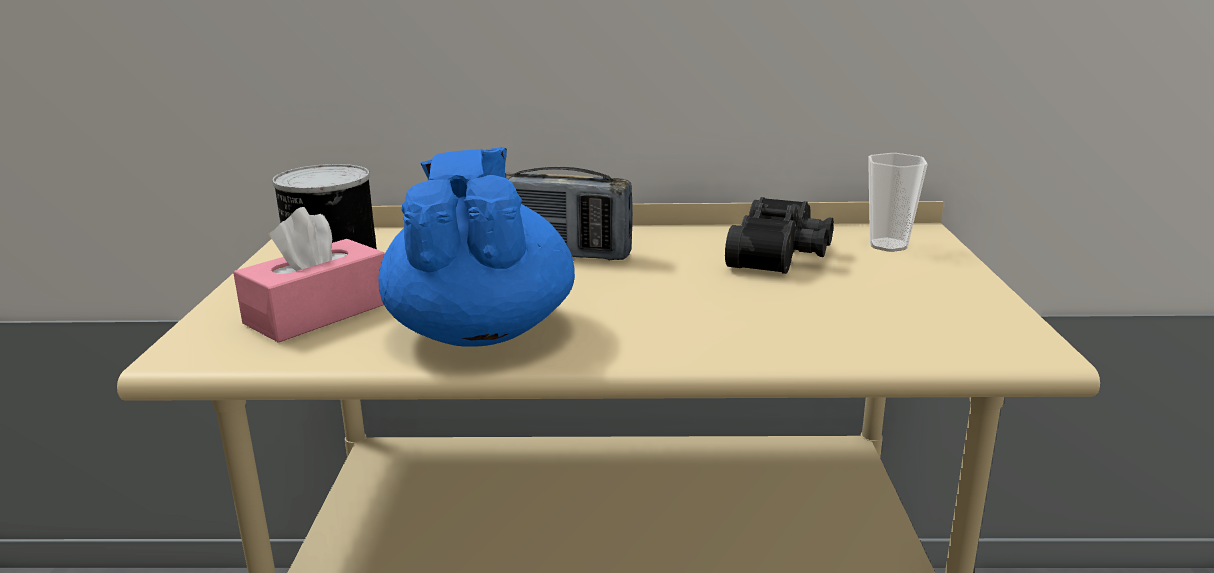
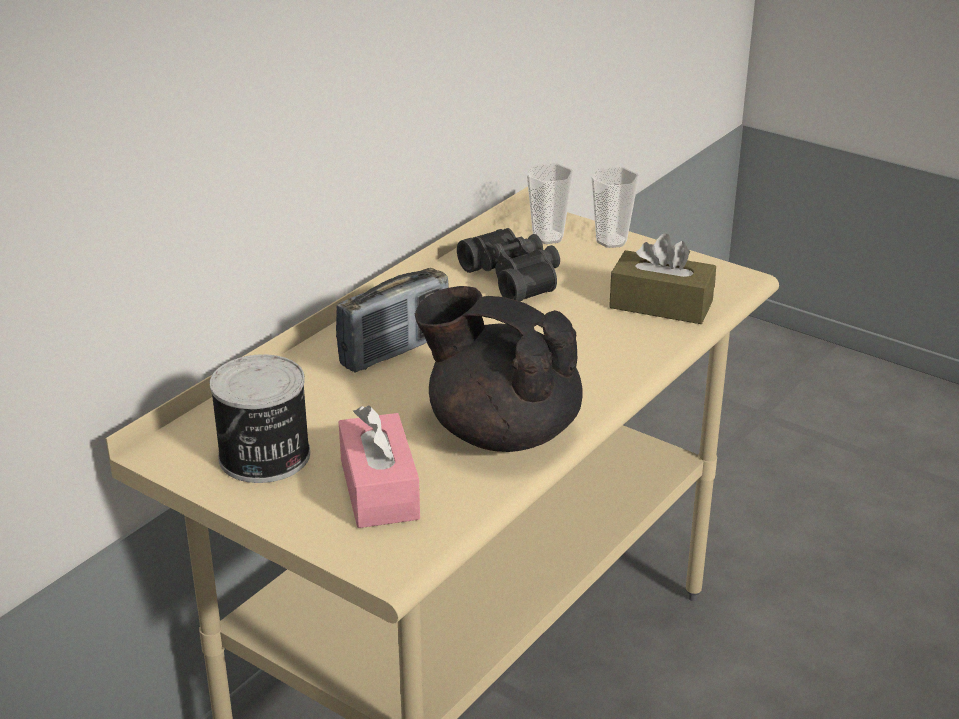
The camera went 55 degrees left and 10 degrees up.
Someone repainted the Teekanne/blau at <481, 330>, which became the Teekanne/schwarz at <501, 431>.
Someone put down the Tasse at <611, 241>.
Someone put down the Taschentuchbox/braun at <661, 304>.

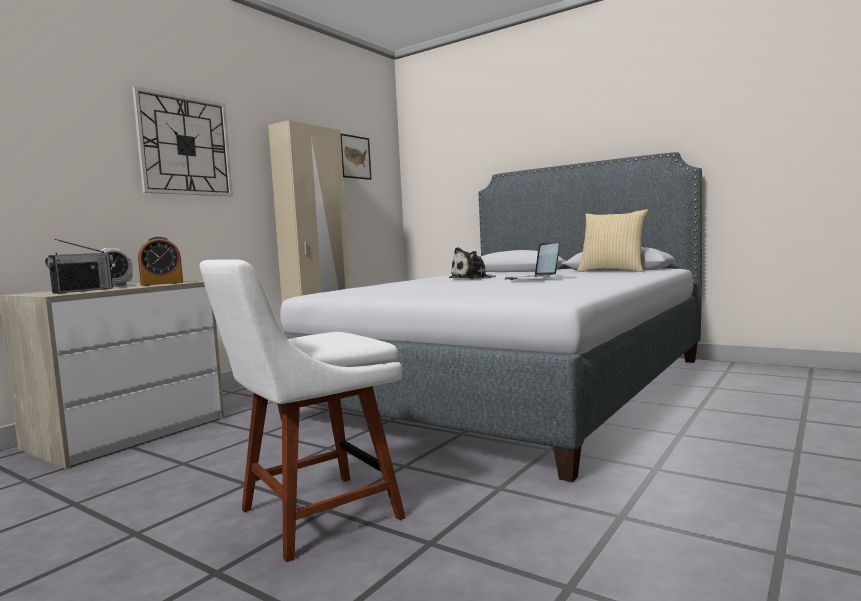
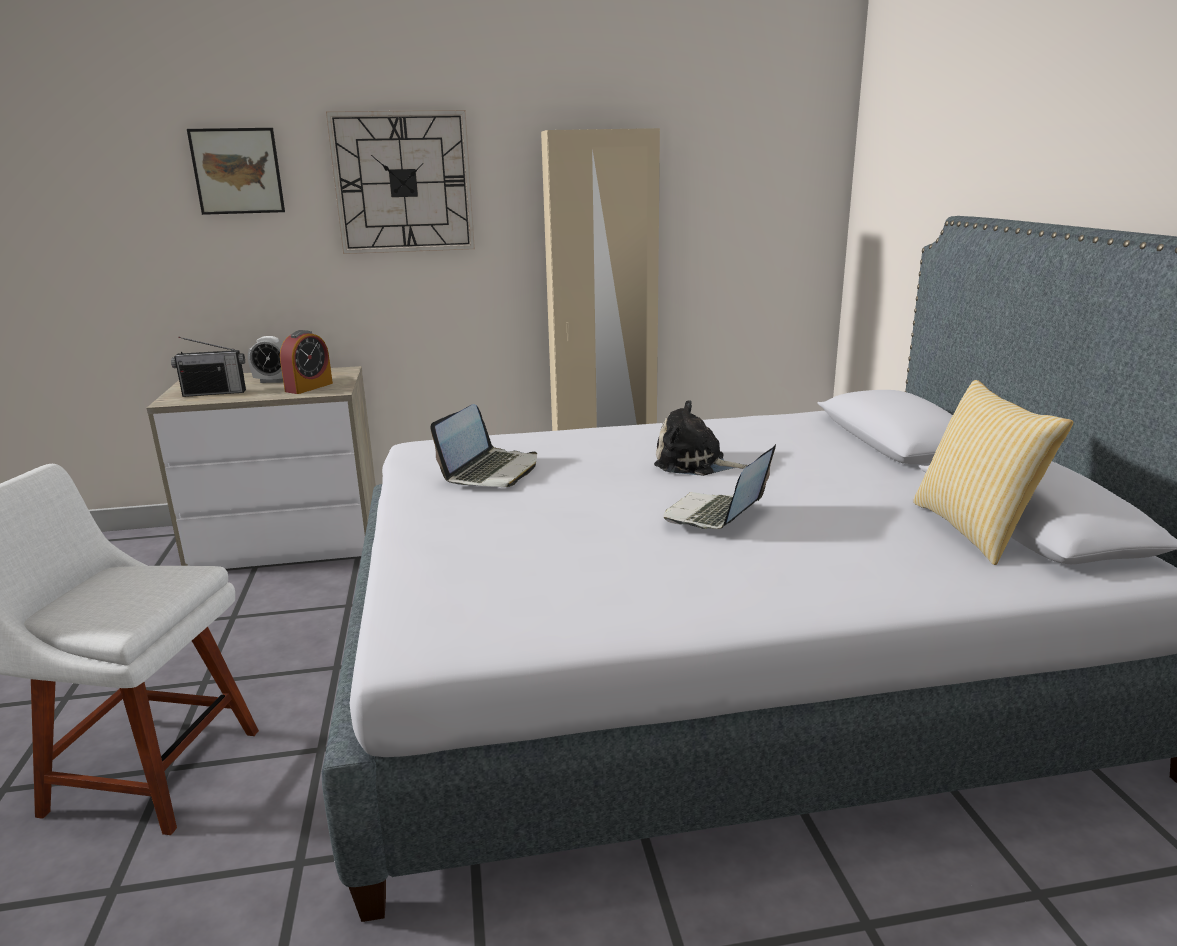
The camera went 45 degrees right and 15 degrees up.
Someone carried the Bild from <355, 157> to <237, 171>.
Someone rotated the Wecker at <162, 283> by 75 degrees counterclockwise.
Someone put down the Laptop at <491, 471>.

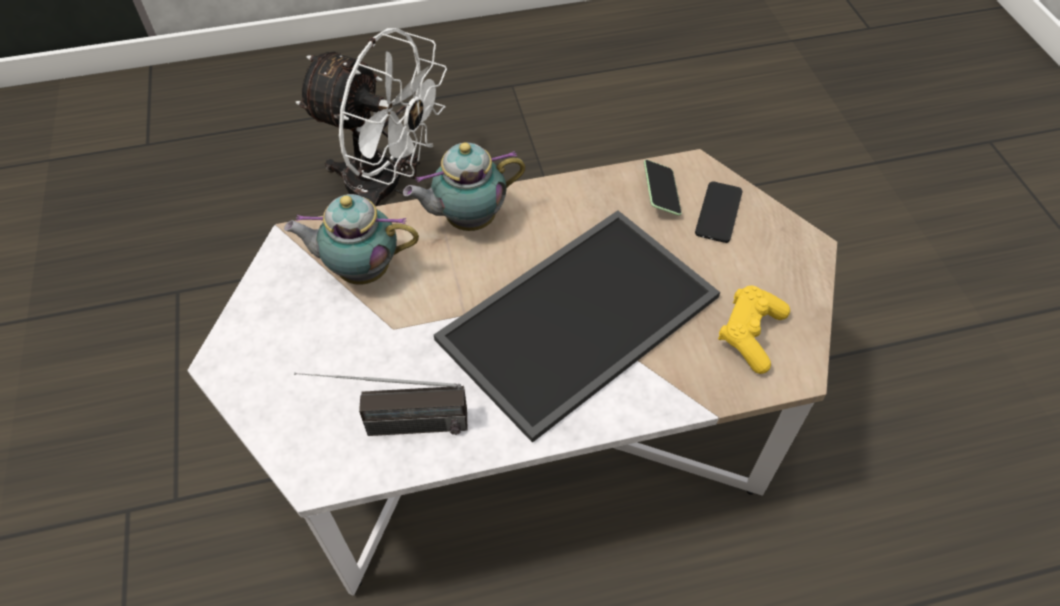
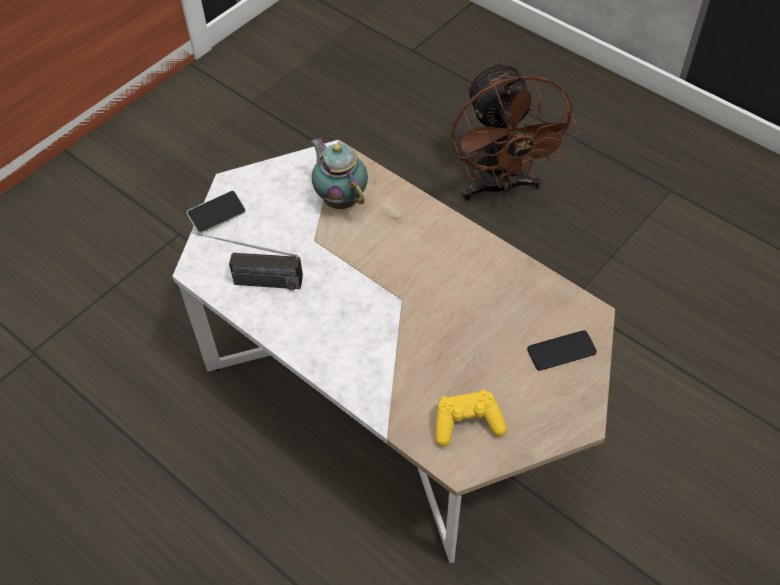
The camera went 55 degrees right and 0 degrees up.
Someone repainted the Ventilator/weiß at <387, 188>, which became the Ventilator/braun at <500, 187>.
Someone took away the Teekanne at <467, 220>.
Someone carried the Handy from <660, 194> to <217, 217>.
Someone took away the Tablett at <579, 322>.
Someone rotated the Radio at <390, 426> by 45 degrees counterclockwise.

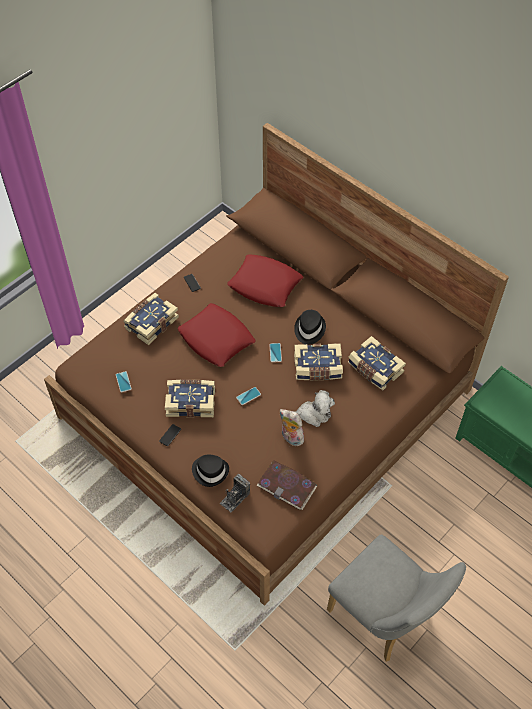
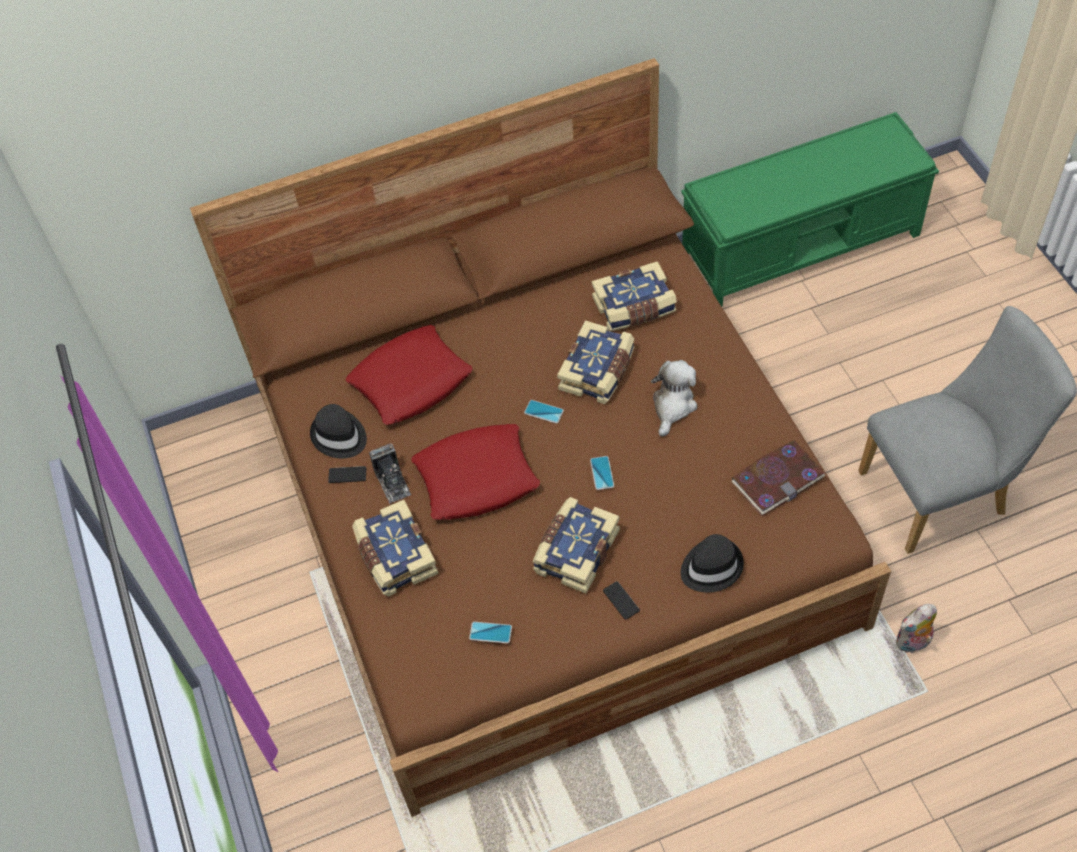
The camera went 60 degrees left and 0 degrees up.
Someone carried the Hut/schwarz from <309, 329> to <339, 436>.
Someone carried the Plüschtier from <290, 438> to <913, 643>.
Someone carried the Kamera from <235, 498> to <392, 482>.

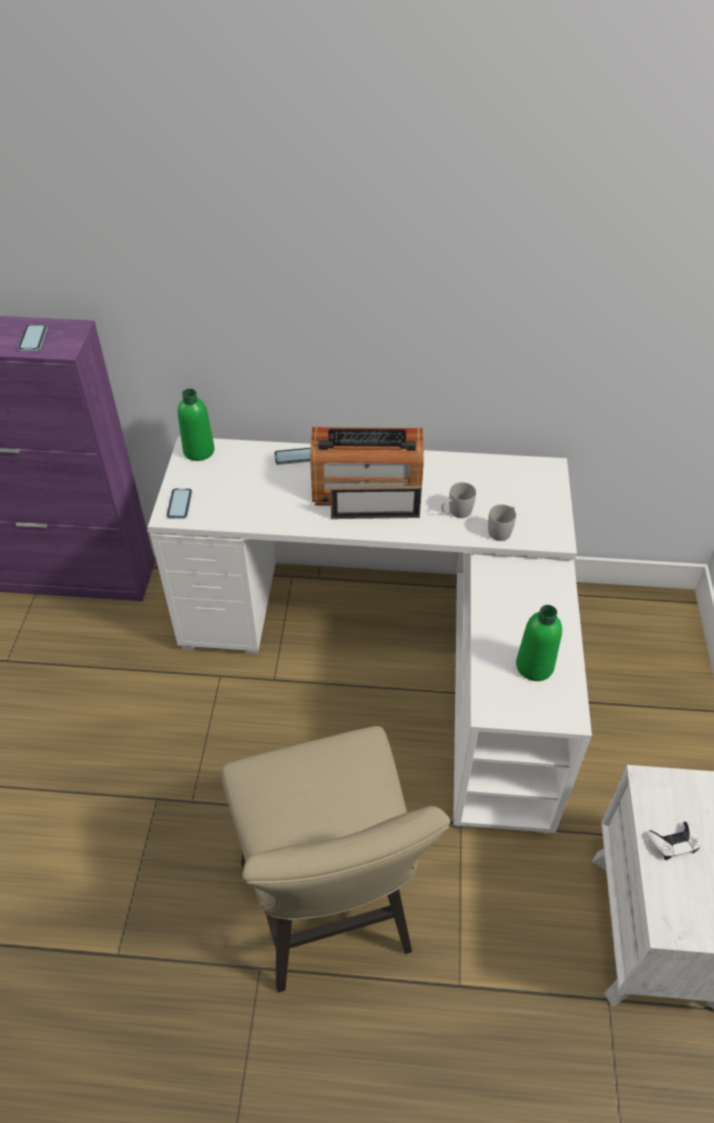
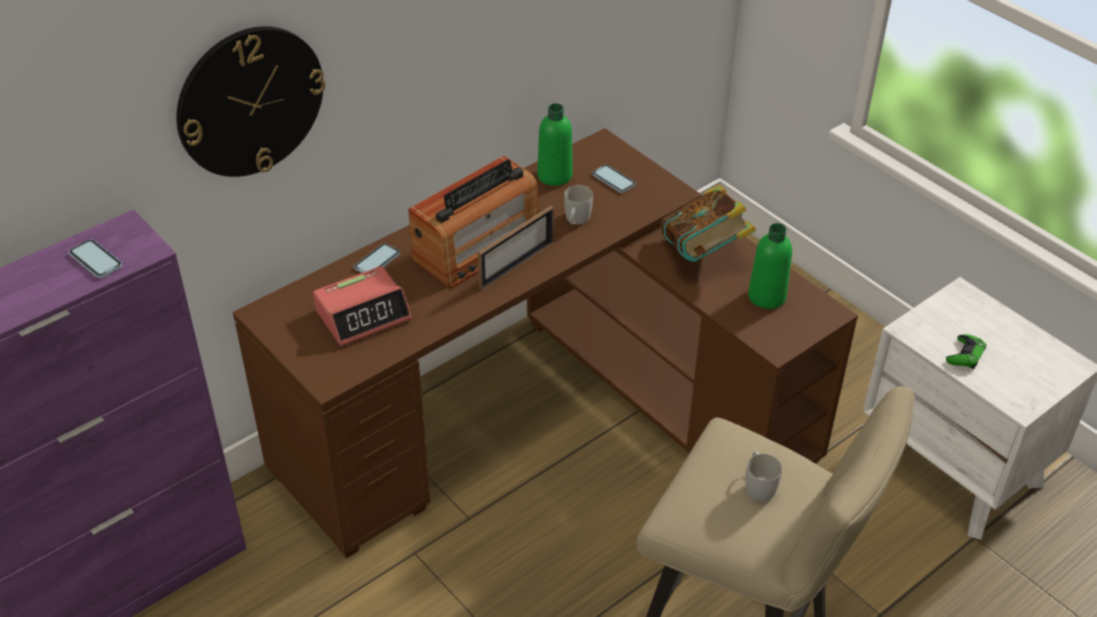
The camera went 45 degrees left and 5 degrees down.
Someone carried the Flasche/grün from <199, 451> to <554, 175>.
Someone repainted the Schreibtisch/weiß at <398, 649>, which became the Schreibtisch/braun at <546, 414>.
Someone carried the Handy from <179, 504> to <613, 180>.
Someone carried the Henkelbecher/weiß from <502, 530> to <758, 485>.
Someone repainted the Gamepad/weiß at <673, 842>, which became the Gamepad/grün at <965, 355>.
Someone put up the Wanduhr at <250, 101>.
Someone put down the Buch at <704, 253>.
Someone put down the Wecker at <363, 314>.

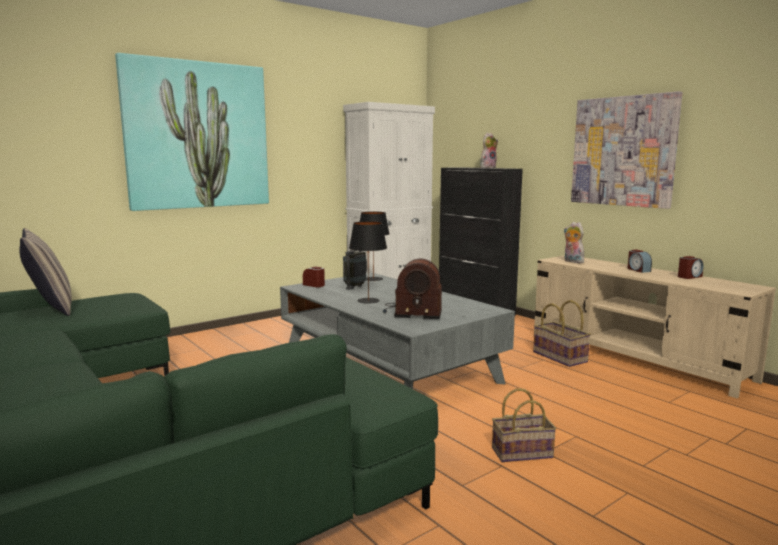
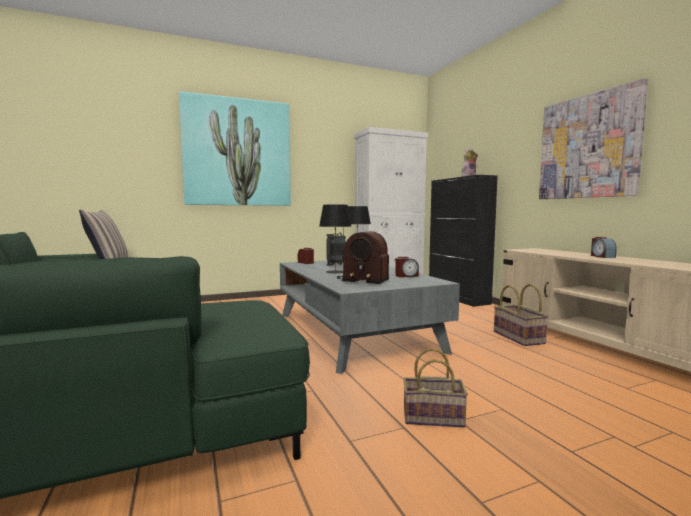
The camera went 15 degrees right and 5 degrees down.
Someone took away the Plüschtier at <572, 261>.
Someone carried the Wecker from <689, 277> to <406, 276>.

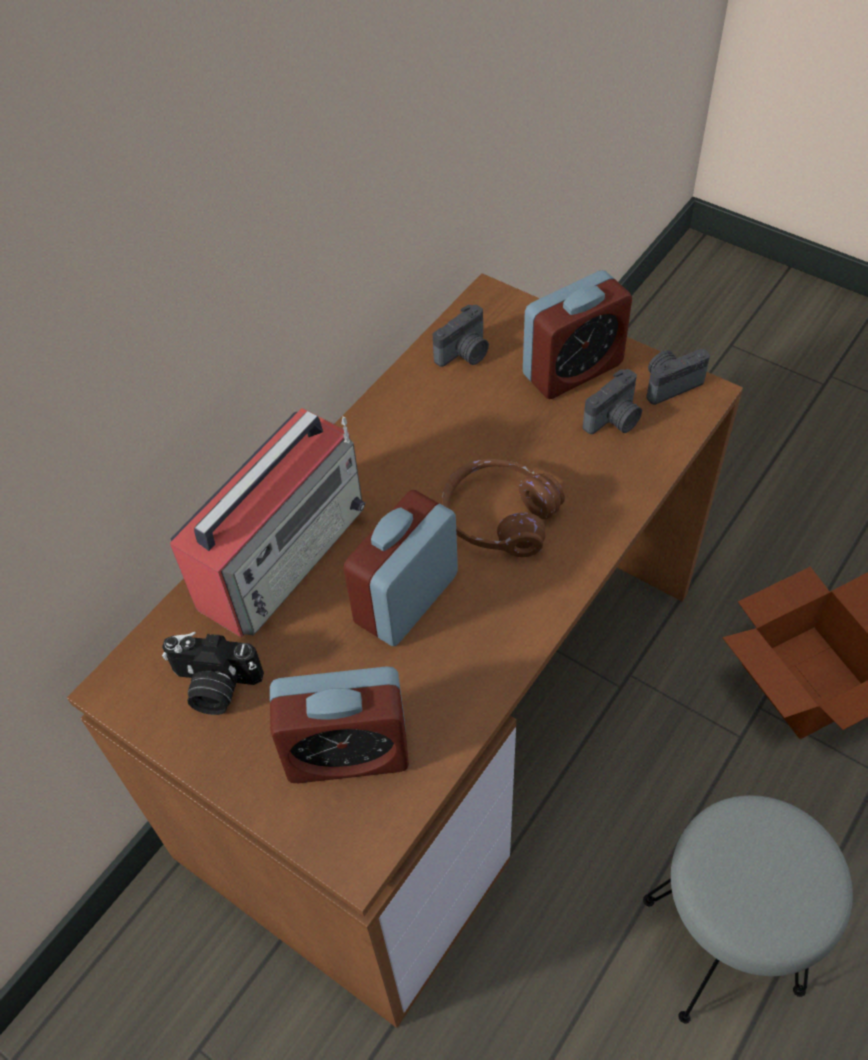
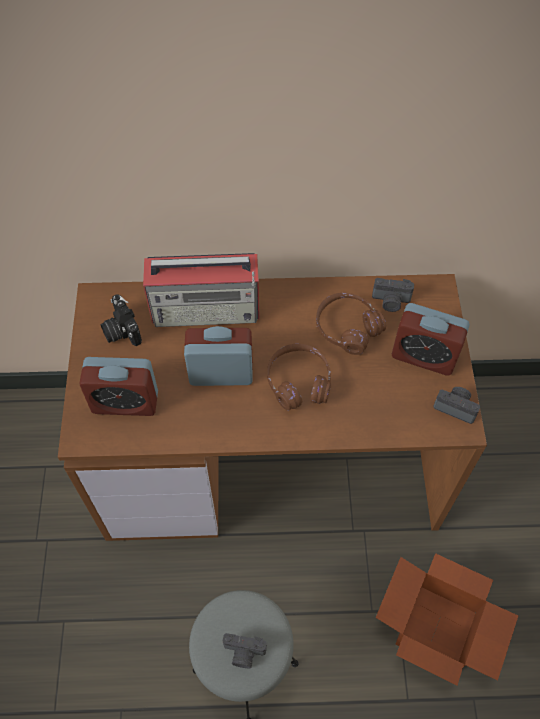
The camera went 50 degrees right and 5 degrees up.
Someone carried the Kamera from <615, 420> to <244, 653>.
Someone rotated the Wecker at <347, 753> by 45 degrees counterclockwise.
Someone put down the Kopfhörer/braun at <347, 328>.

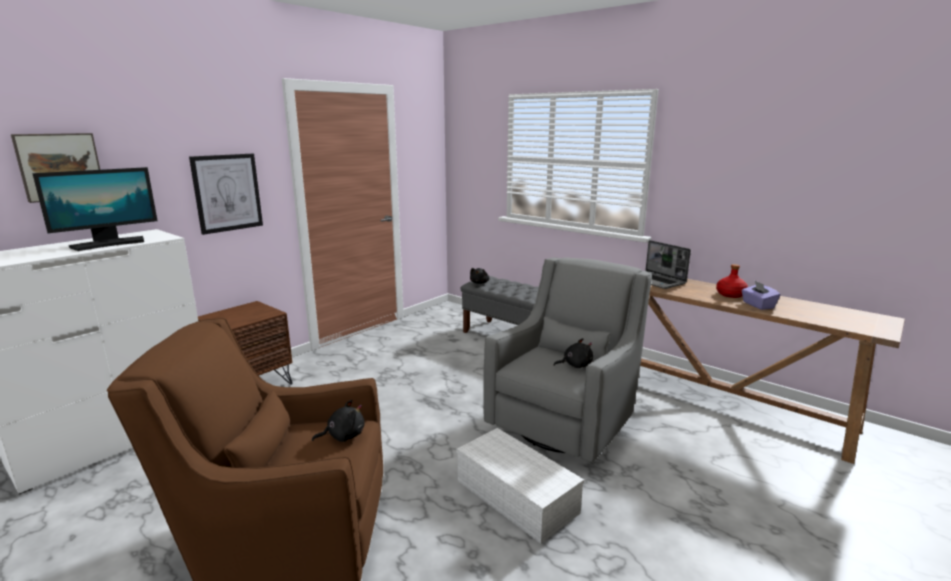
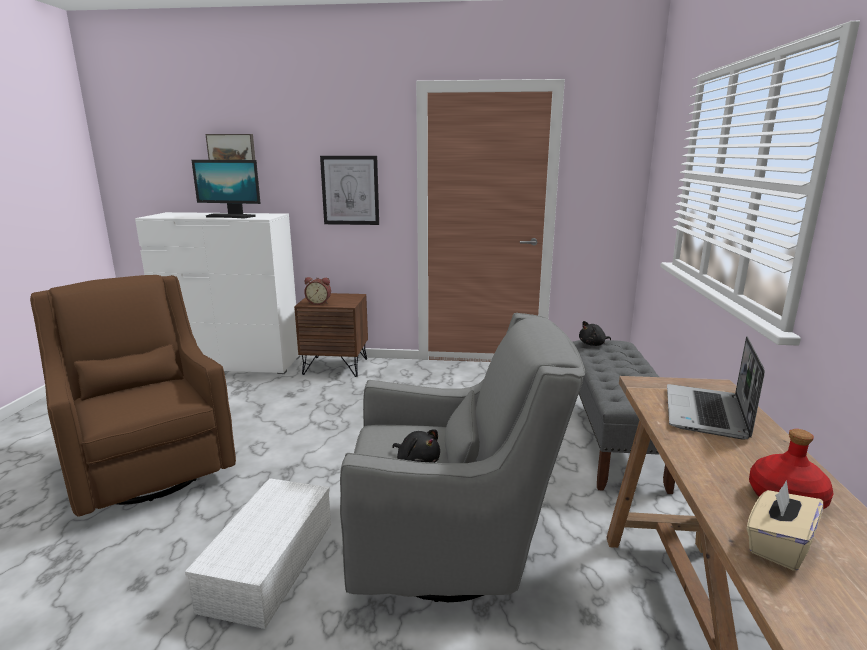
The camera went 55 degrees right and 0 degrees up.
Someone repainted the Taschentuchbox/lila at <757, 305>, which became the Taschentuchbox/beige at <778, 545>.
Someone took away the Plüschtier/schwarz at <343, 436>.
Someone put down the Wecker at <319, 303>.

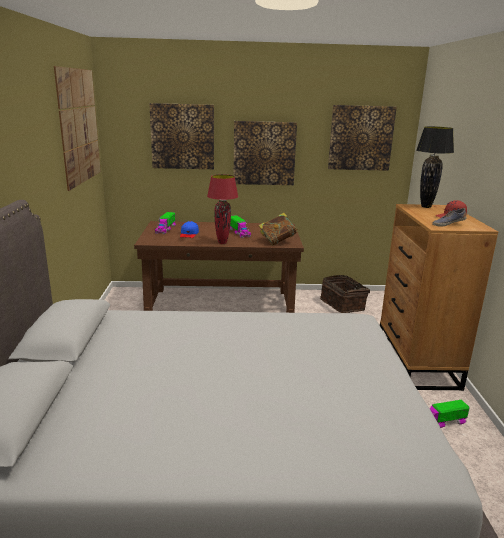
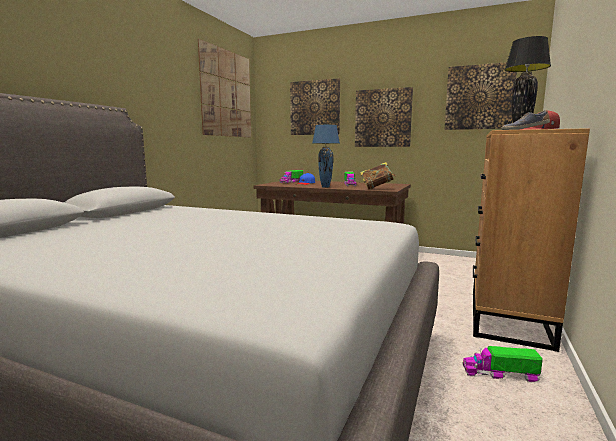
The camera went 25 degrees right and 10 degrees down.
Someone repainted the Tischlampe/rot at <222, 243>, which became the Tischlampe/blau at <325, 187>.
Someone took away the Korb at <343, 305>.

